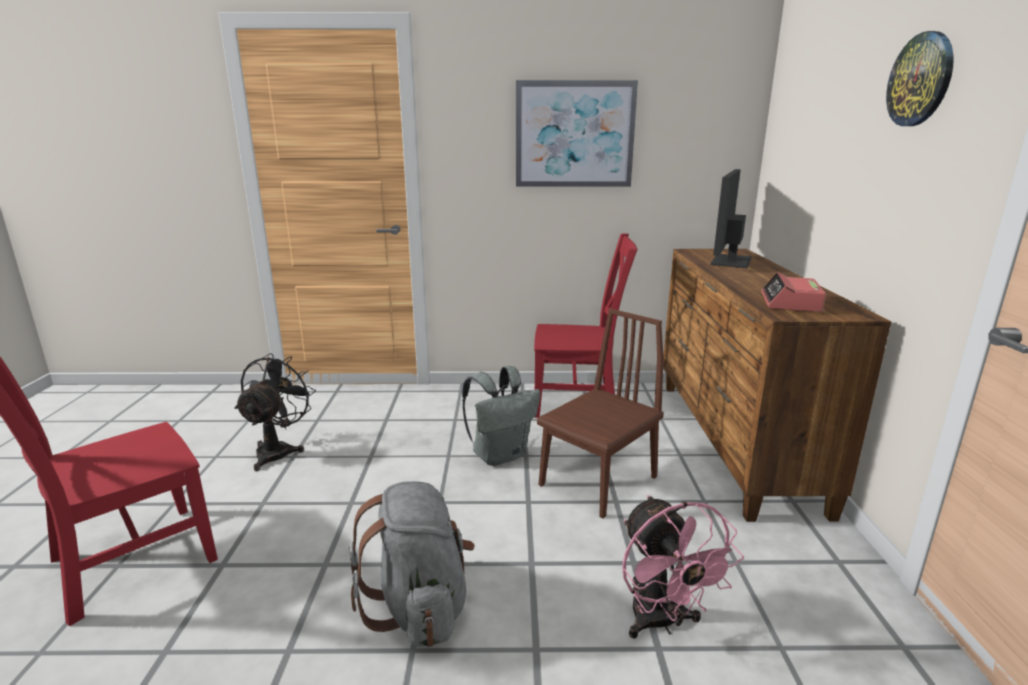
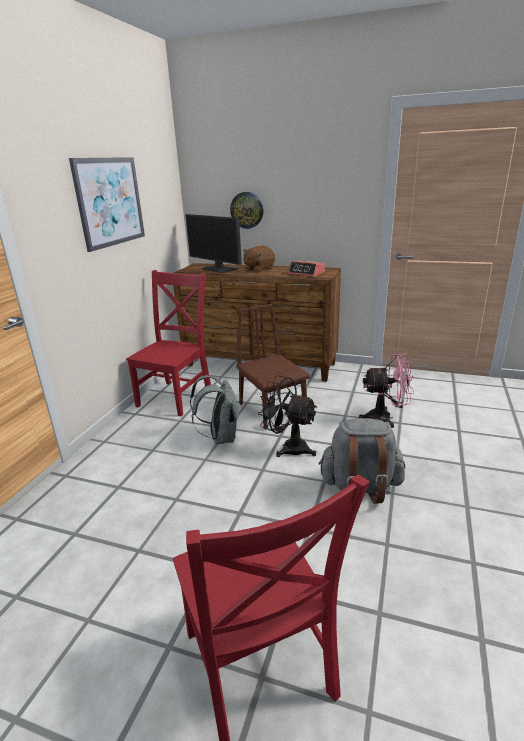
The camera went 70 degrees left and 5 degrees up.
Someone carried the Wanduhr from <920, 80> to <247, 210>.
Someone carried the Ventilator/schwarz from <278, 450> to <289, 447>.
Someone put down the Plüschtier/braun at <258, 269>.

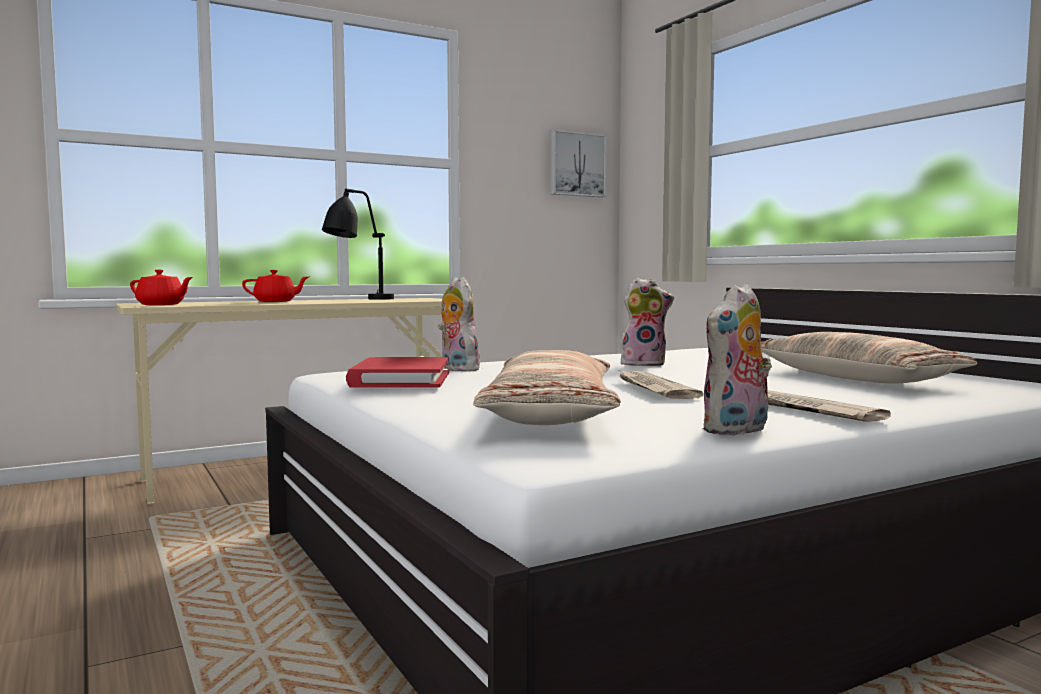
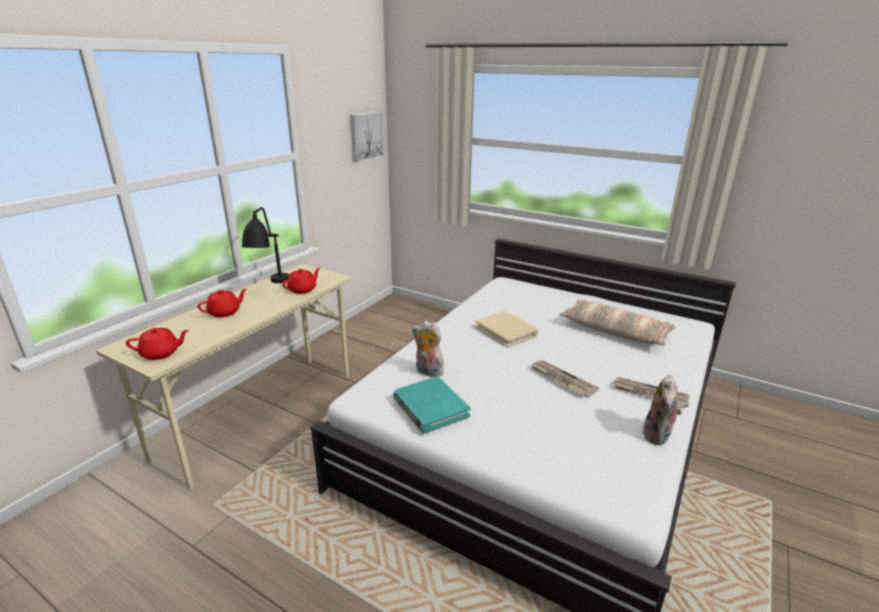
The camera went 30 degrees left and 20 degrees up.
Someone swapped the Plüschtier at <644, 364> for the Buch/beige at <506, 331>.
Someone took away the Kissen at <552, 413>.
Someone repainted the Buch/rot at <400, 379>, which became the Buch/türkis at <430, 407>.
Someone put down the Teekanne/rot at <303, 289>.

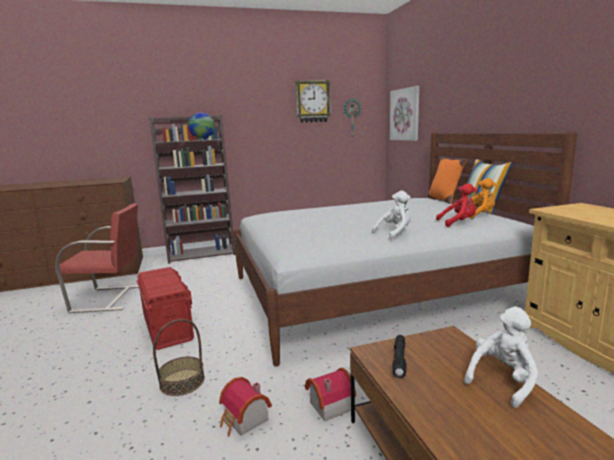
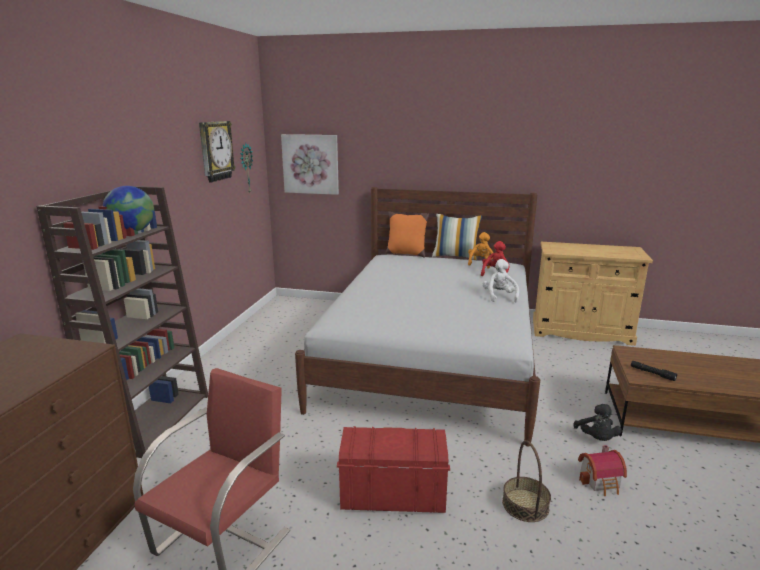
The camera went 60 degrees left and 5 degrees up.
Someone took away the Plüschtier/weiß at <503, 380>.
Someone swapped the Spielzeughaus at <328, 405> for the Plüschtier/schwarz at <596, 438>.

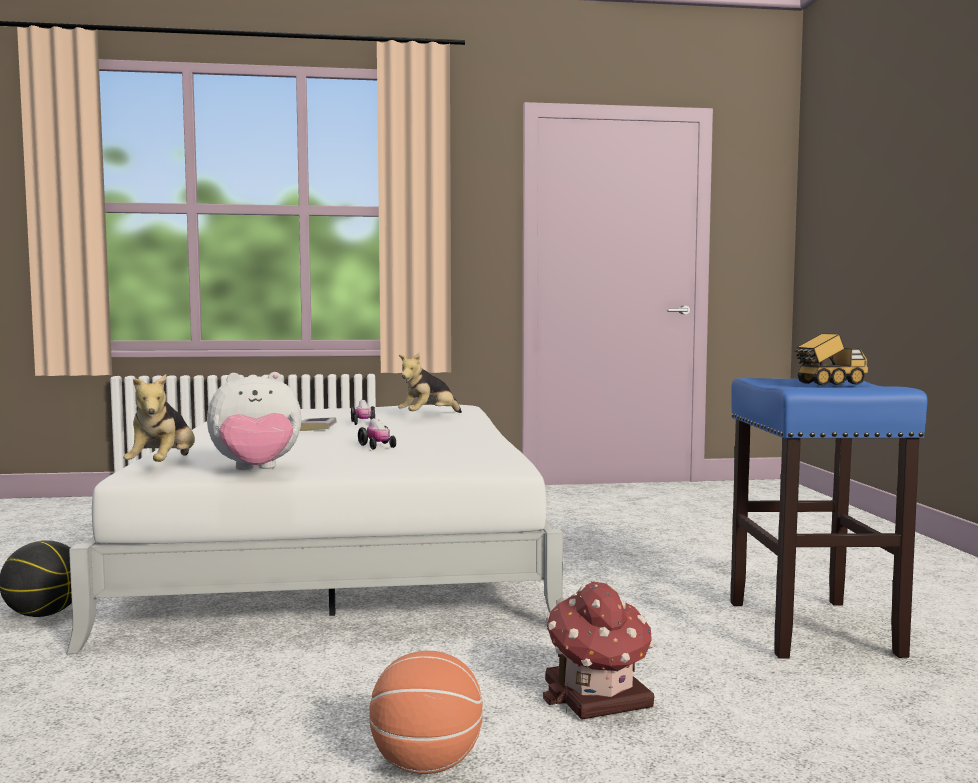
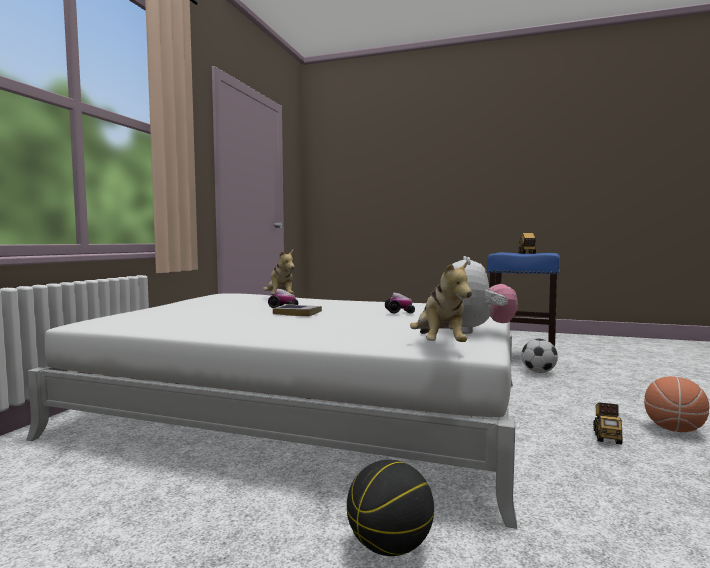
The camera went 65 degrees left and 0 degrees up.
Someone rotated the Plüschtier at <164, 466> by 60 degrees clockwise.
Someone took away the Spielzeughaus at <598, 696>.
Someone put down the Fußball at <538, 372>.
Someone put down the Spielzeuglaster at <606, 437>.

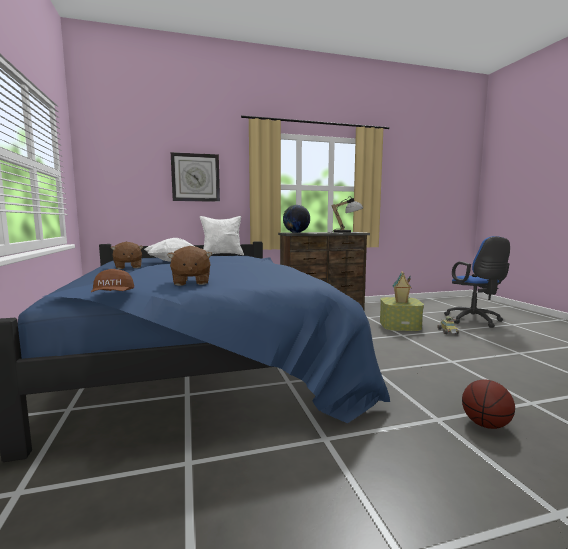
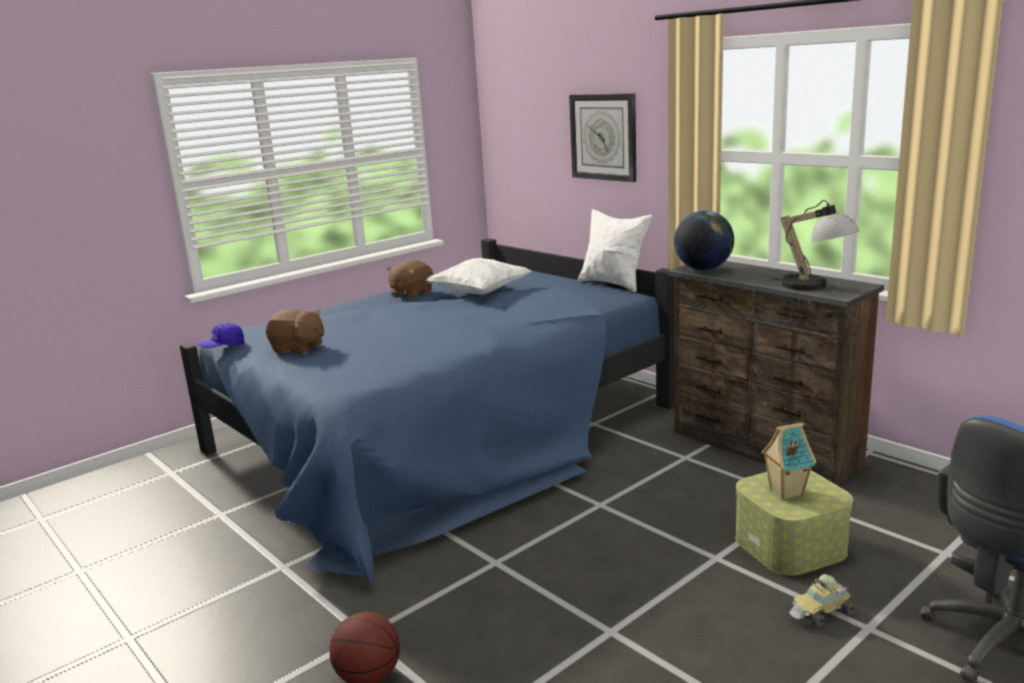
The camera went 65 degrees right and 10 degrees up.
Someone rotated the Plüschtier/braun at <190, 282> by 120 degrees counterclockwise.
Someone repainted the Kappe/braun at <112, 295>, which became the Kappe/blau at <222, 347>.

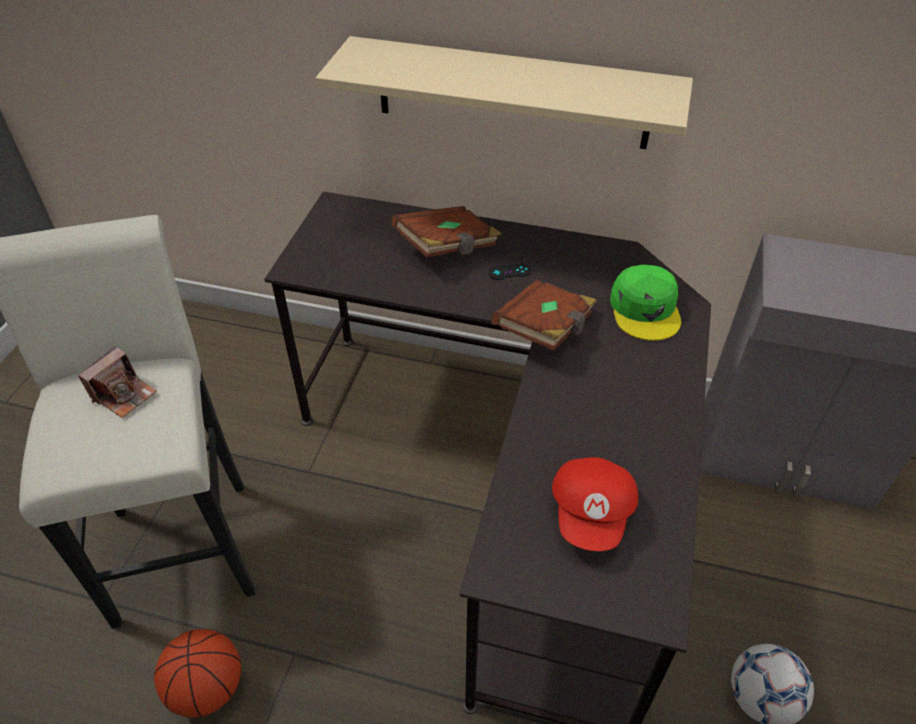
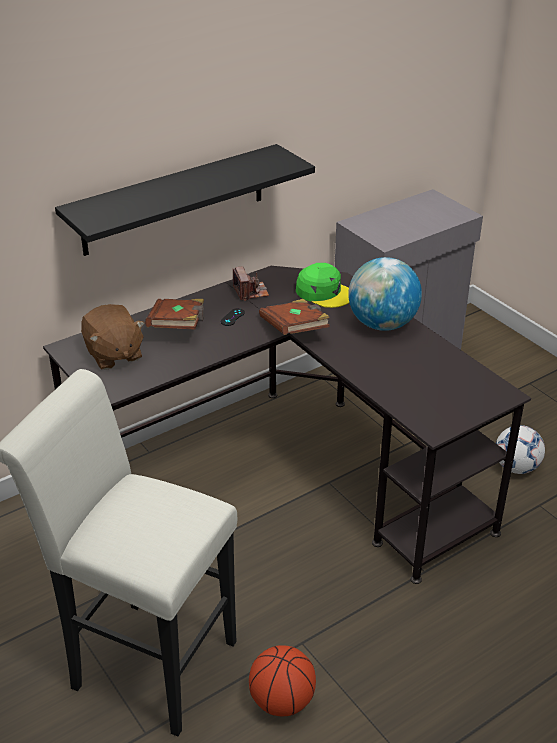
The camera went 50 degrees left and 10 degrees down.
Someone repainted the Wandregal/beige at <512, 93>, which became the Wandregal/schwarz at <174, 200>.
Someone carried the Kamera from <124, 394> to <250, 292>.
Someone took away the Kappe/rot at <592, 513>.
Someone put down the Globus at <382, 324>.
Someone put down the Plüschtier/braun at <113, 354>.

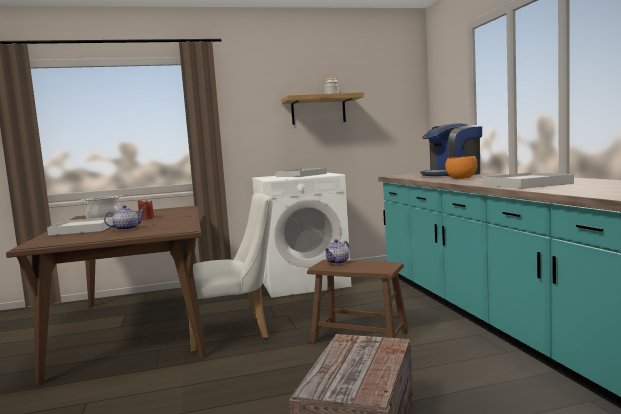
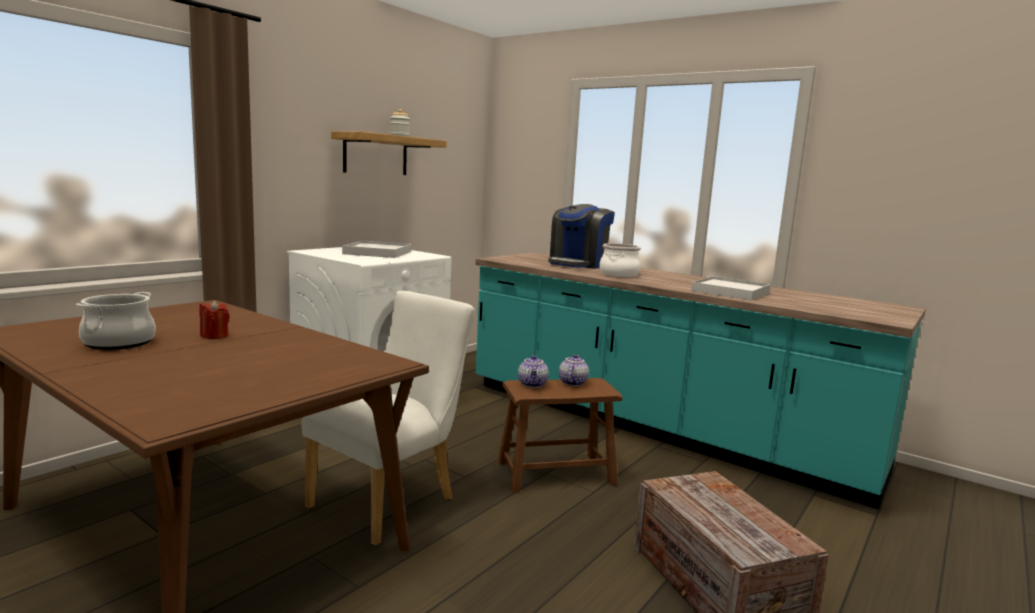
The camera went 40 degrees left and 5 degrees up.
Someone swapped the Schüssel/orange at <461, 179> for the Kochtopf at <619, 274>.
Someone carried the Teekanne from <126, 229> to <572, 382>.
Someone took away the Tablett/weiß at <84, 229>.

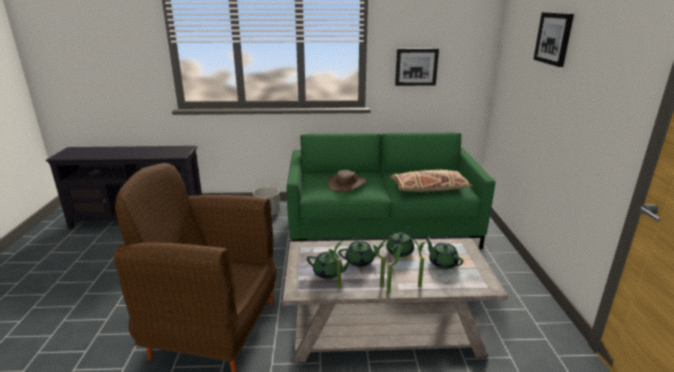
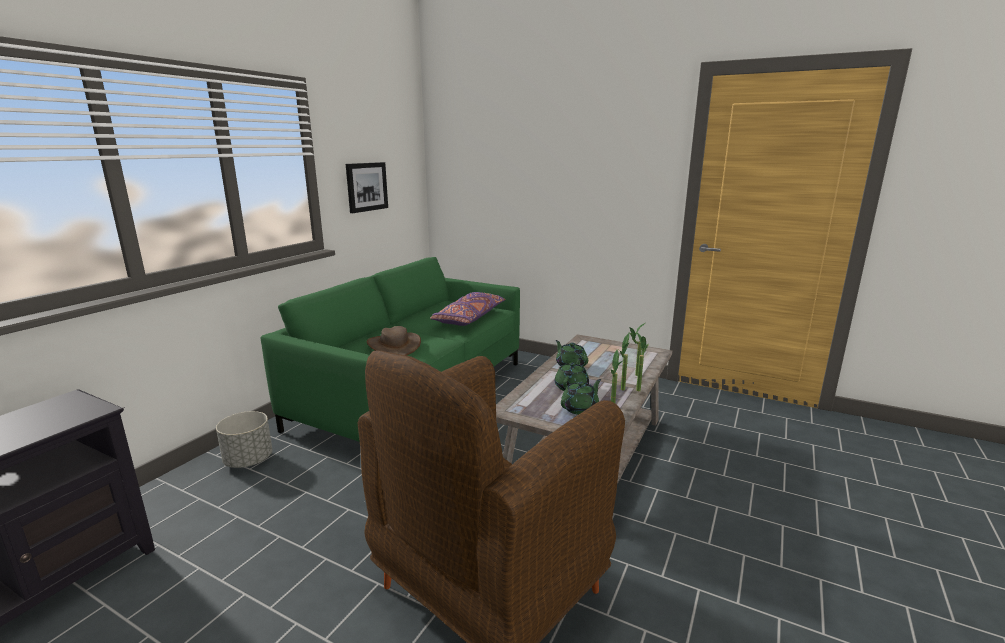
The camera went 60 degrees left and 5 degrees down.
Someone took away the Bild at <554, 38>.
Someone repainted the Kissen/beige at <429, 189>, which became the Kissen/lila at <469, 318>.
Someone took away the Teekanne/grün at <442, 263>.

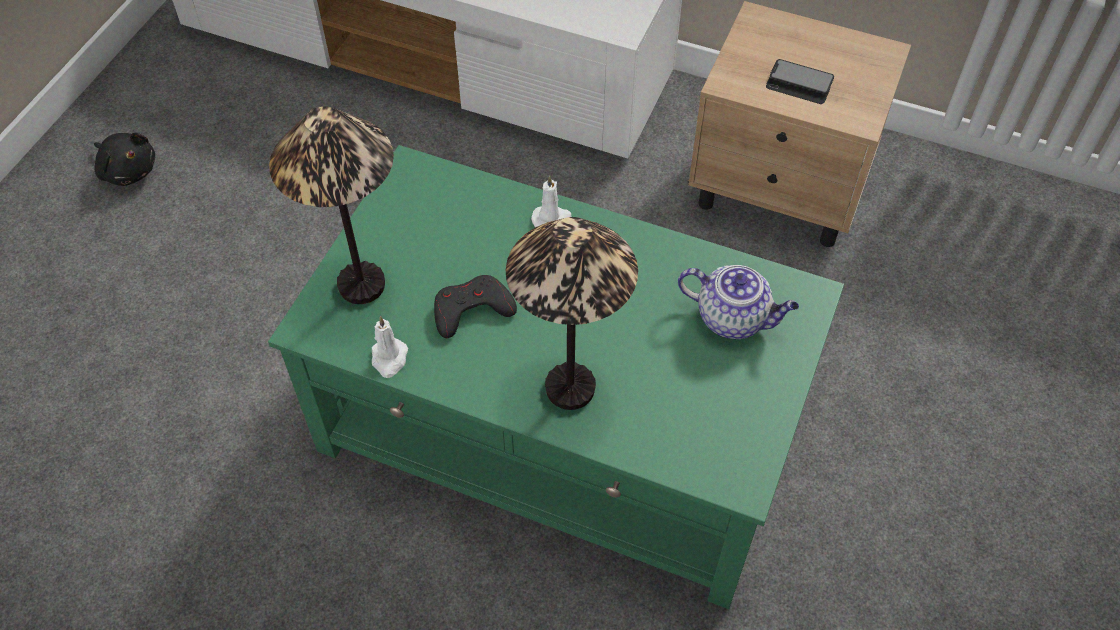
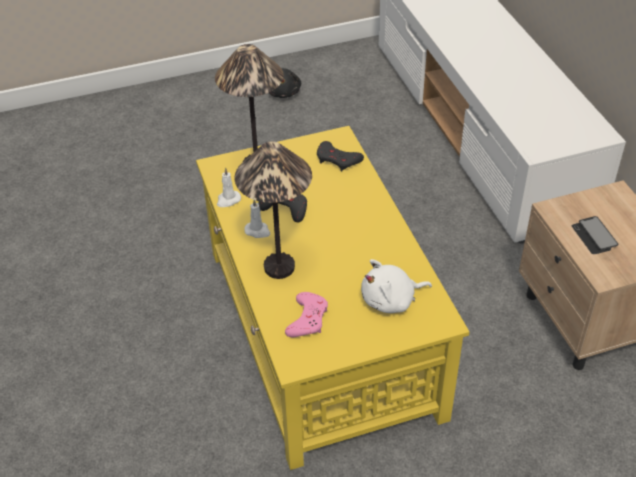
The camera went 50 degrees right and 10 degrees down.
Someone repainted the Couchtisch/grün at <562, 428>, which became the Couchtisch/gelb at <321, 332>.
Someone carried the Kerze/weiß from <551, 219> to <258, 231>.
Someone swapped the Teekanne at <733, 318> for the Plüschtier/weiß at <391, 300>.
Someone put down the Gamepad/schwarz at <338, 159>.
Someone put down the Gamepad/rosa at <307, 319>.

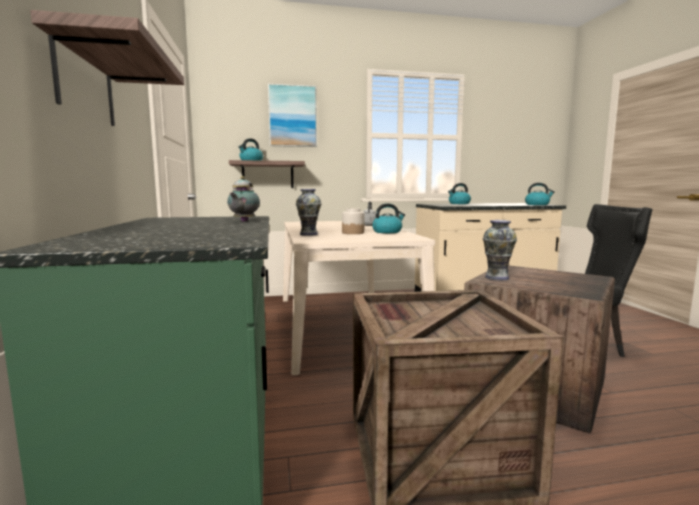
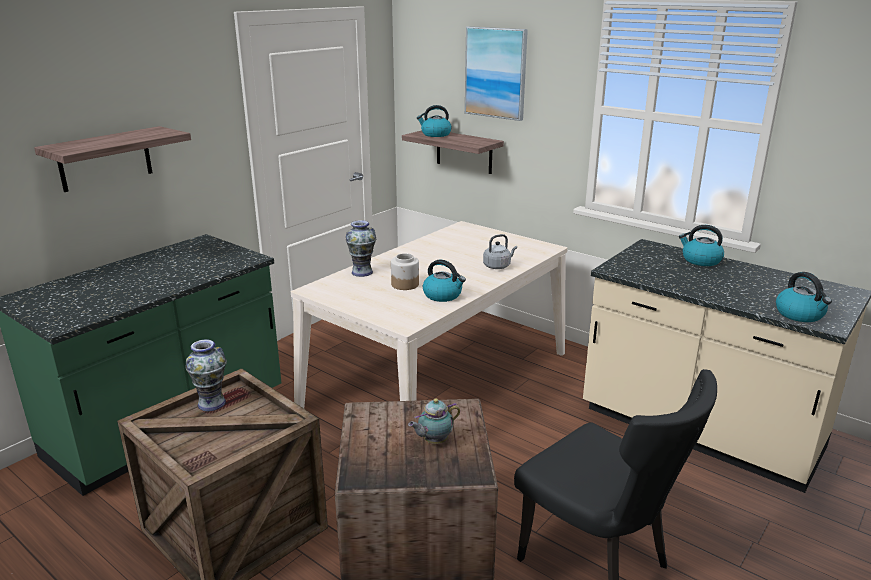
The camera went 50 degrees right and 15 degrees up.
Someone carried the Teekanne from <243, 221> to <434, 441>.
Someone carried the Vase from <496, 277> to <211, 403>.

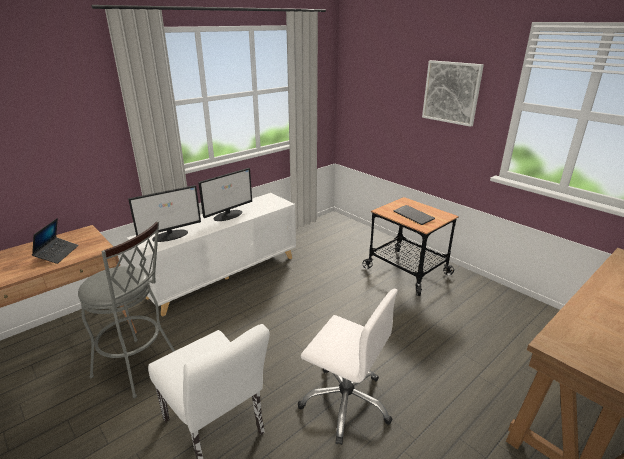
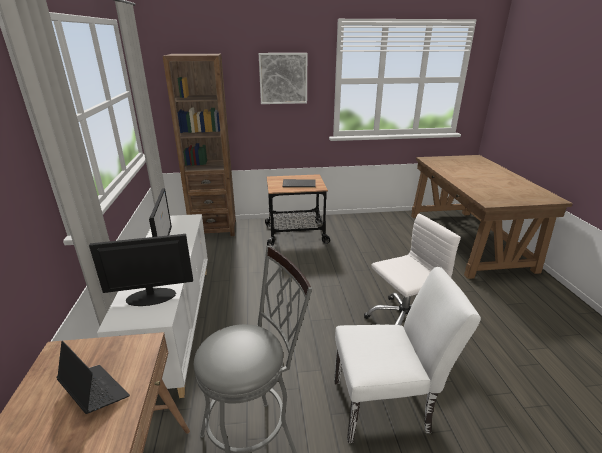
The camera went 55 degrees left and 0 degrees up.
Someone rotated the Monitor at <171, 235> by 105 degrees counterclockwise.
Someone put down the Bücherregal/braun at <214, 228>.

